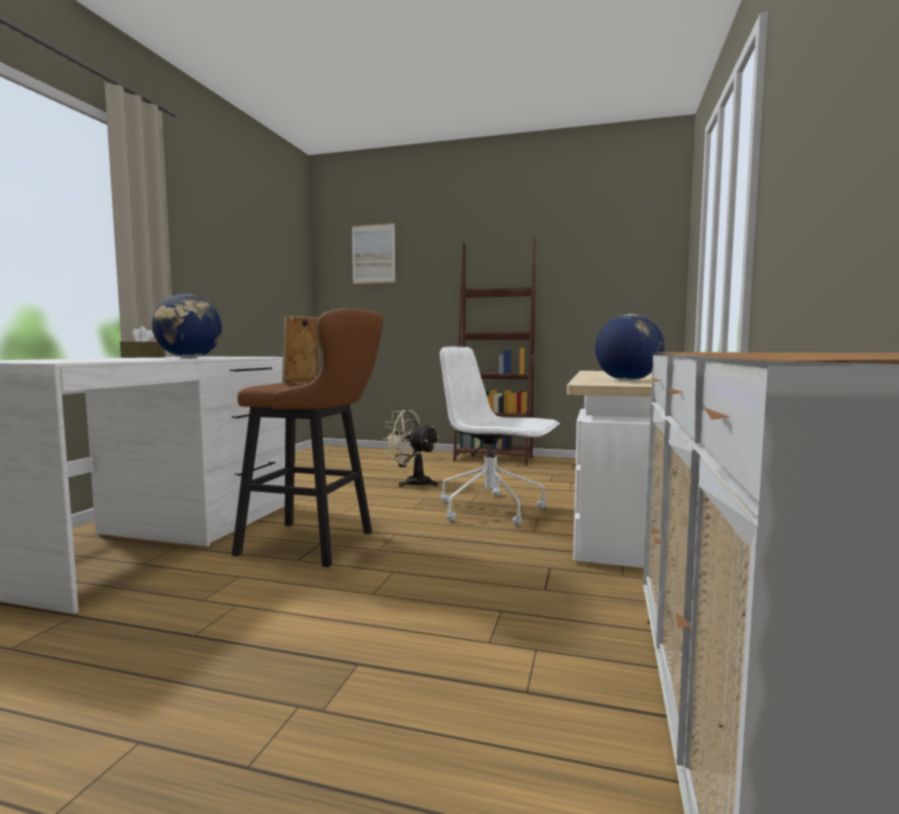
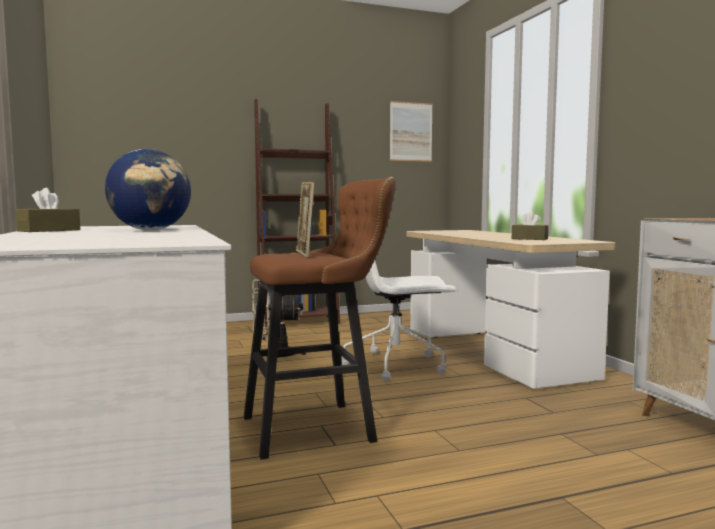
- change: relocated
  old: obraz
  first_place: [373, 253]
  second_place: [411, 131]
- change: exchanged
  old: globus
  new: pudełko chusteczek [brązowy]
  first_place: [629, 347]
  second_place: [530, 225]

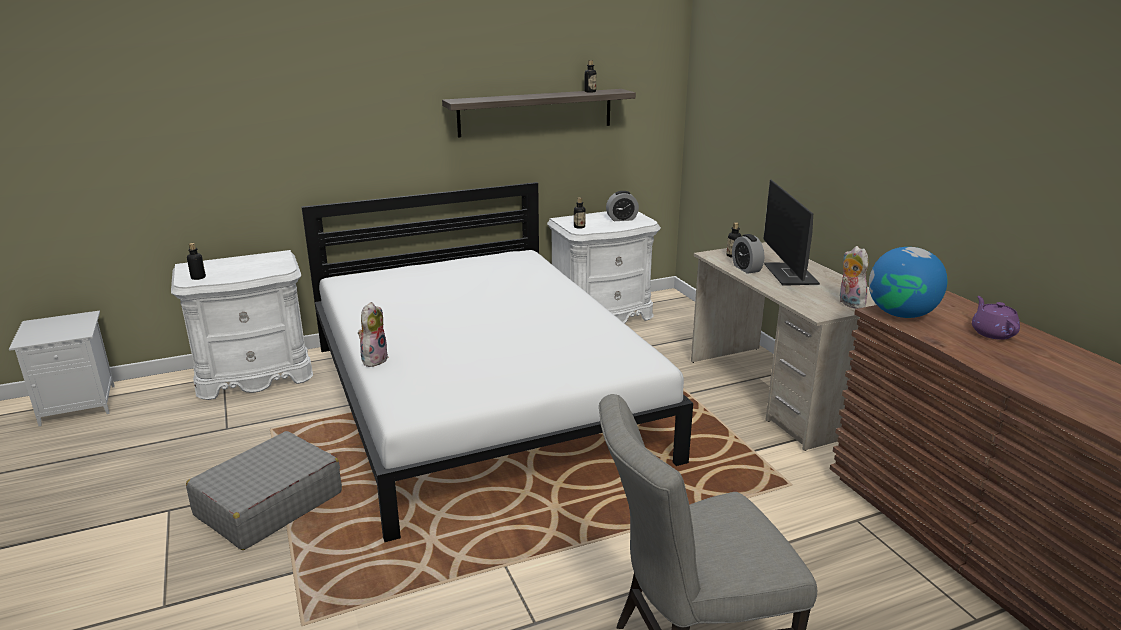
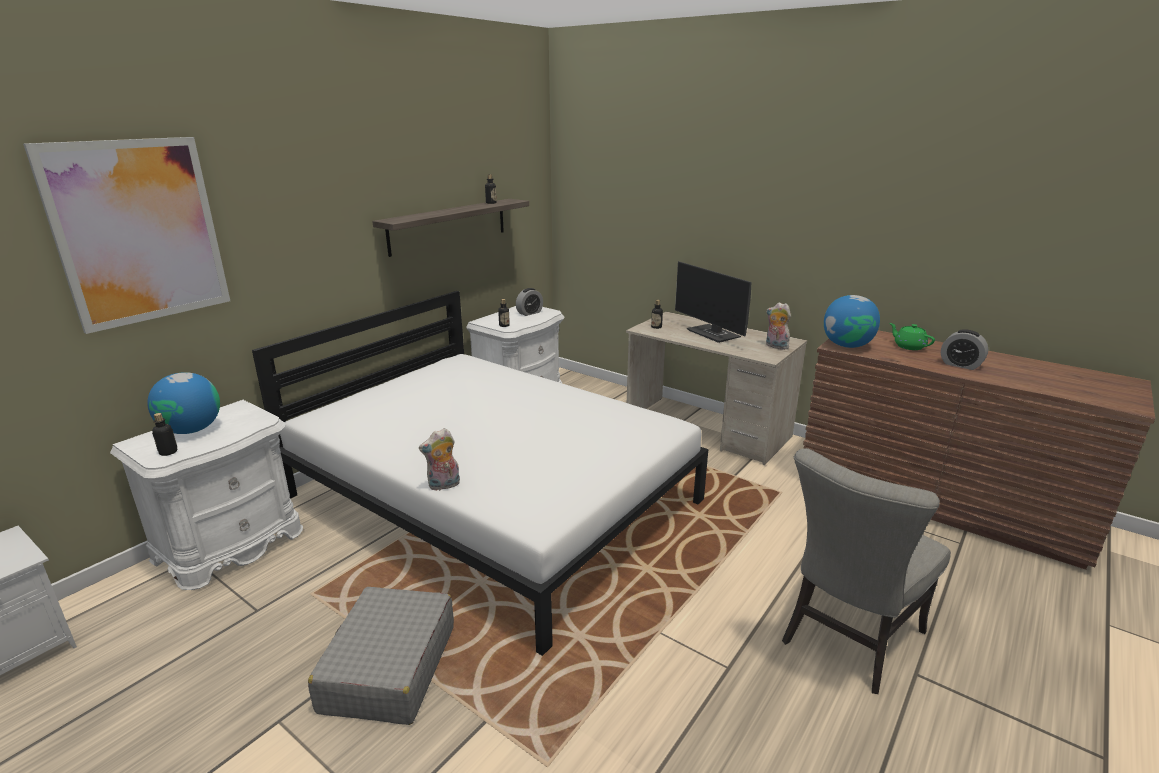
- change: appeared
  new: obraz
  second_place: [126, 235]
- change: appeared
  new: globus
  second_place: [183, 403]
- change: relocated
  old: budzik
  first_place: [748, 254]
  second_place: [964, 349]
- change: colour
  old: imbryk [fioletowy]
  new: imbryk [zielony]
  first_place: [996, 318]
  second_place: [912, 336]
- change: spun
  old: pluszak
  first_place: [373, 334]
  second_place: [439, 459]
  degrees: -105

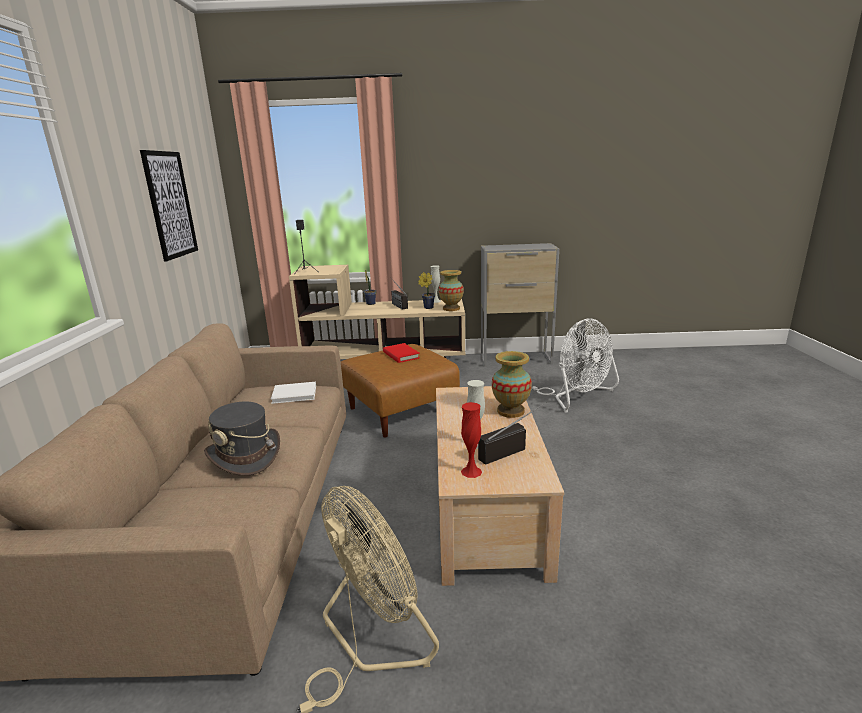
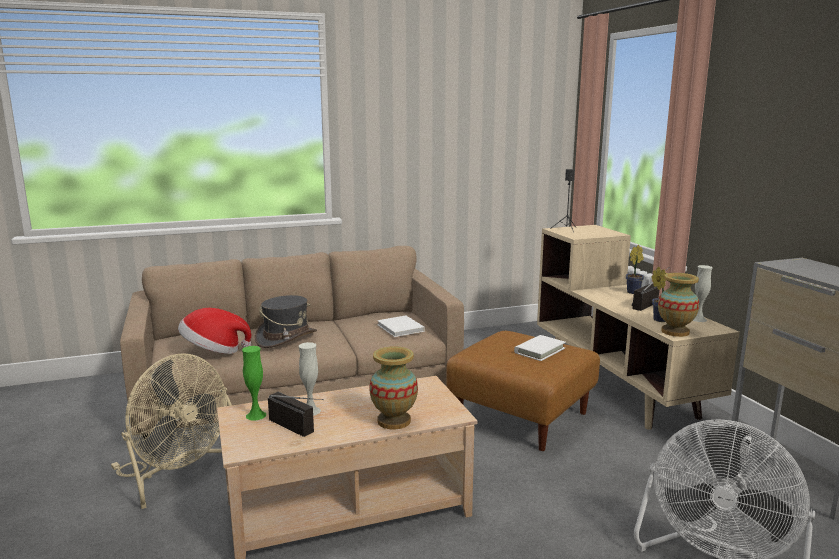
- change: missing
  old: obraz
  first_place: [169, 205]
- change: appeared
  new: kapelusz
  second_place: [214, 331]
- change: colour
  old: książka [czerwony]
  new: książka [biały]
  first_place: [401, 353]
  second_place: [540, 348]
- change: colour
  old: wazon [czerwony]
  new: wazon [zielony]
  first_place: [471, 440]
  second_place: [254, 383]

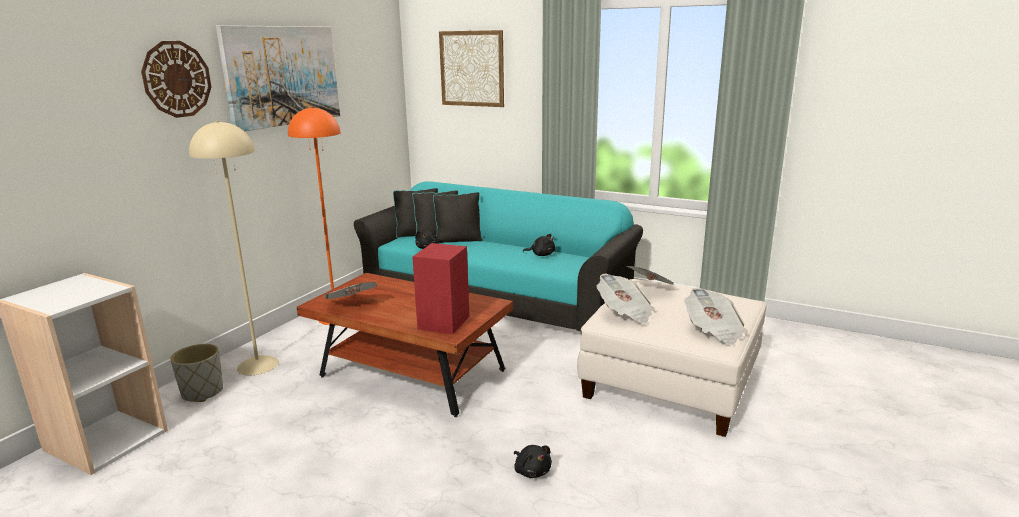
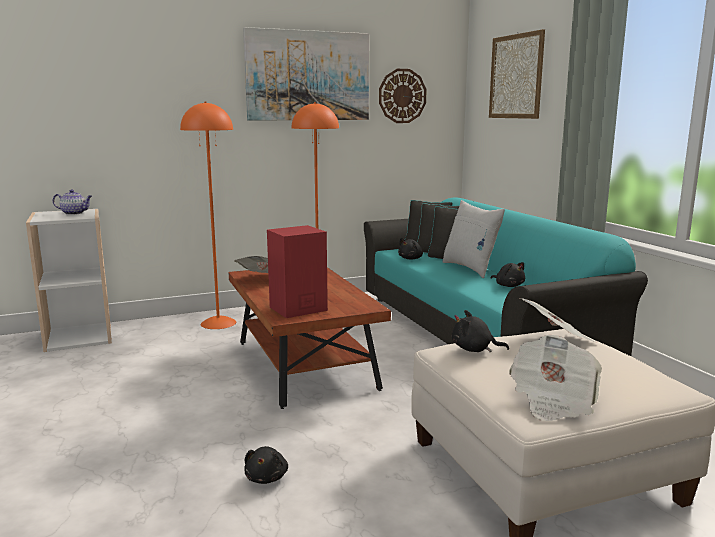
- change: missing
  old: donica [szary]
  first_place: [196, 373]
- change: appeared
  new: imbryk
  second_place: [72, 202]
- change: appeared
  new: poduszka [szary]
  second_place: [473, 239]
- change: relocated
  old: zegar ścienny
  first_place: [176, 79]
  second_place: [403, 96]
- change: exchanged
  old: gazeta
  new: pluszak [czarny]
  first_place: [626, 299]
  second_place: [480, 331]
- change: colour
  old: lampa stojąca [beżowy]
  new: lampa stojąca [pomarańczowy]
  first_place: [234, 247]
  second_place: [208, 215]

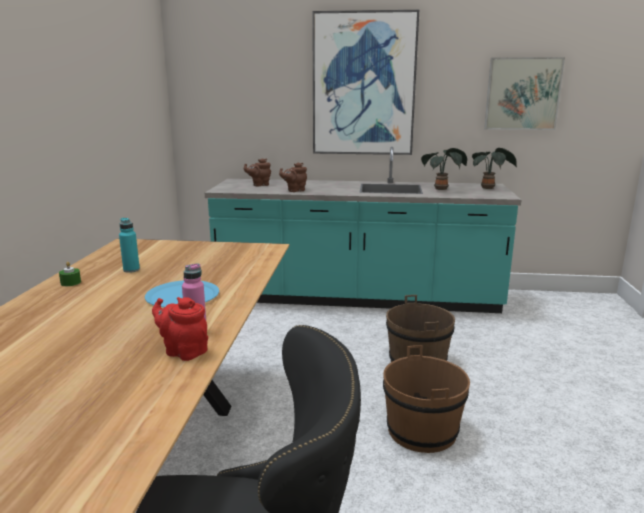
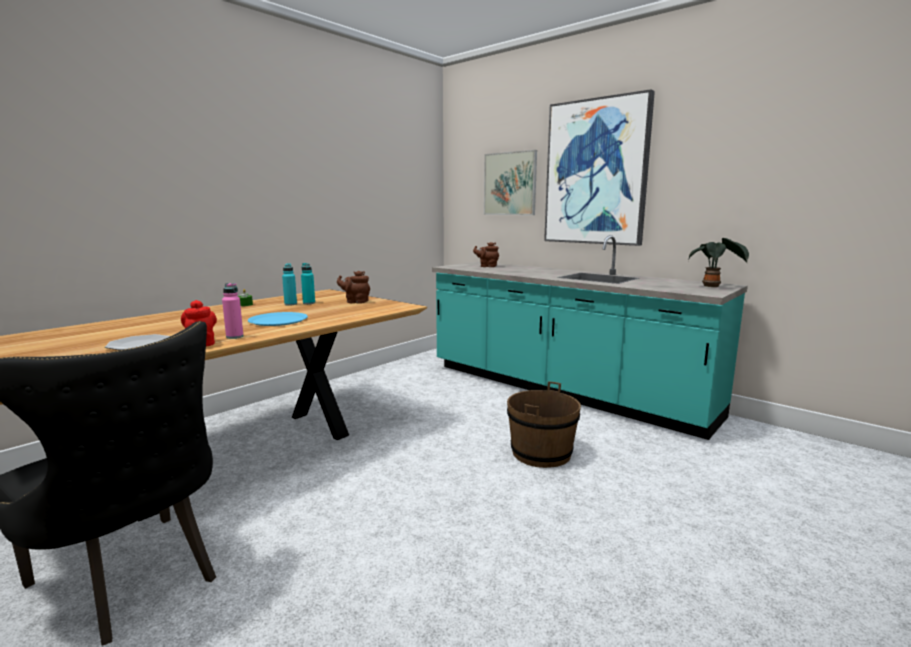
- change: missing
  old: wiadro [brązowy]
  first_place: [426, 399]
- change: missing
  old: roślina doniczkowa
  first_place: [444, 169]
- change: appeared
  new: talerz
  second_place: [137, 342]
- change: appeared
  new: butelka [turkusowy]
  second_place: [308, 283]
- change: relocated
  old: imbryk [brązowy]
  first_place: [293, 177]
  second_place: [353, 287]
- change: relocated
  old: obraz
  first_place: [524, 93]
  second_place: [510, 182]

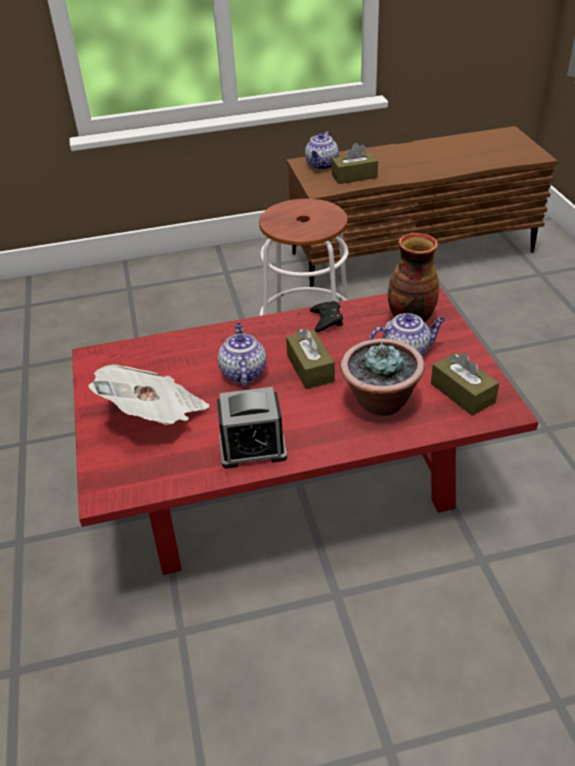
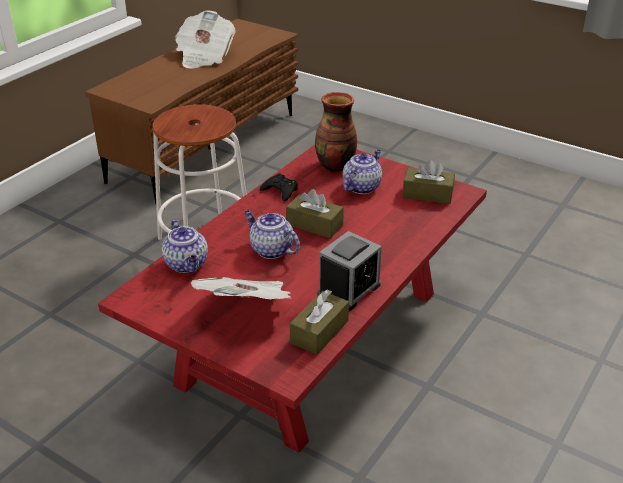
- change: missing
  old: roślina doniczkowa
  first_place: [383, 377]
- change: appeared
  new: gazeta
  second_place: [205, 39]
- change: relocated
  old: imbryk
  first_place: [322, 150]
  second_place: [185, 246]
- change: relocated
  old: pudełko chusteczek [brązowy]
  first_place: [355, 163]
  second_place: [319, 322]

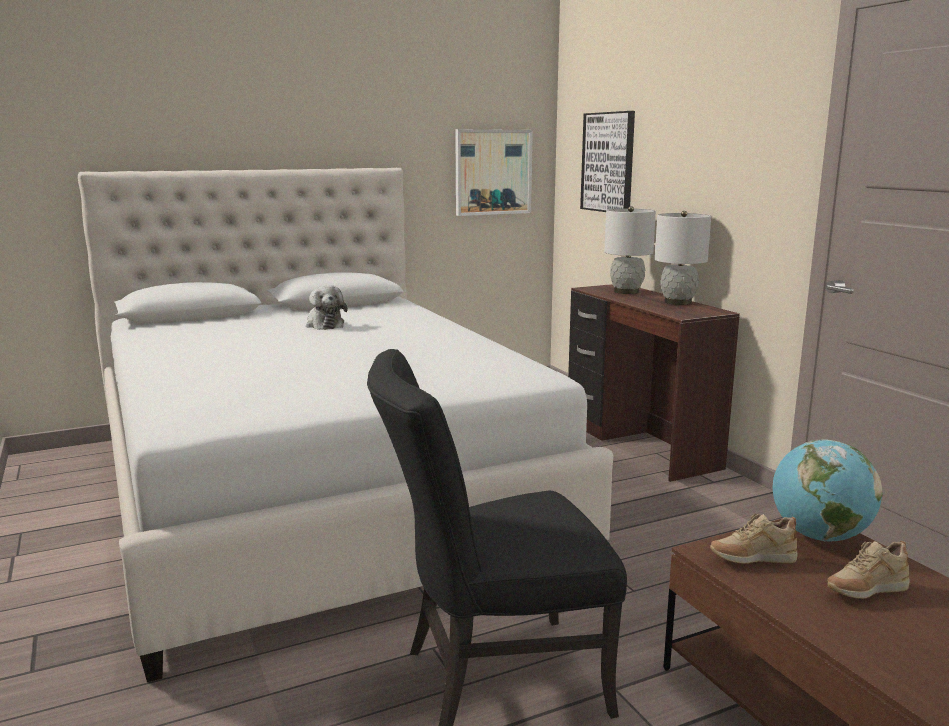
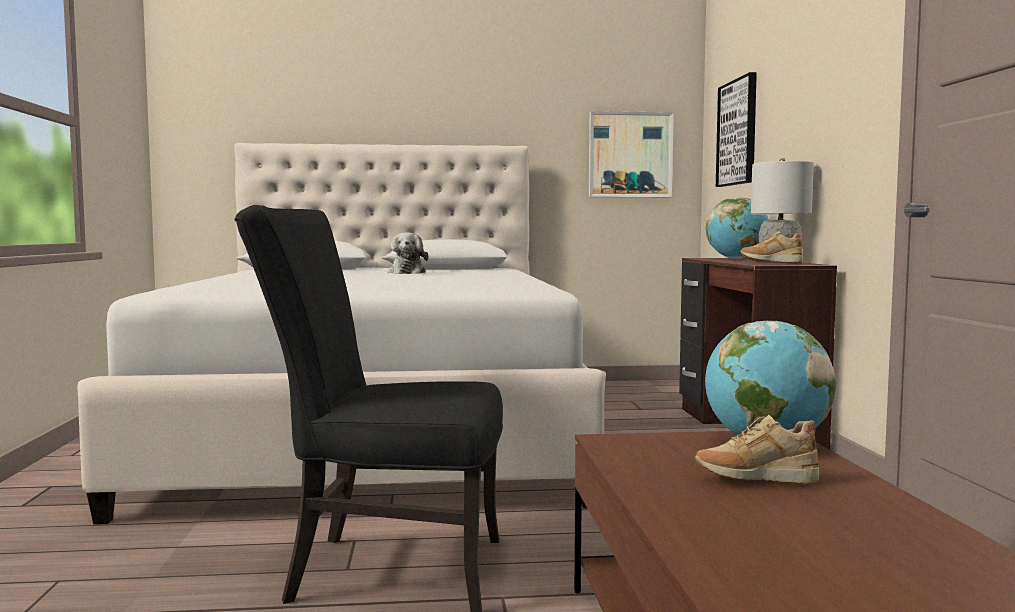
- change: relocated
  old: but [beżowy]
  first_place: [753, 539]
  second_place: [771, 247]
- change: exchanged
  old: lampa stołowa [biały]
  new: globus
  first_place: [630, 250]
  second_place: [737, 228]

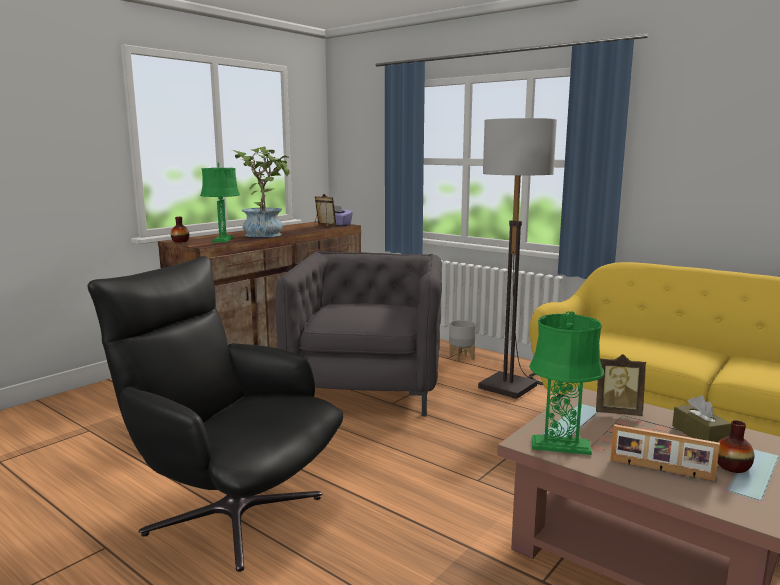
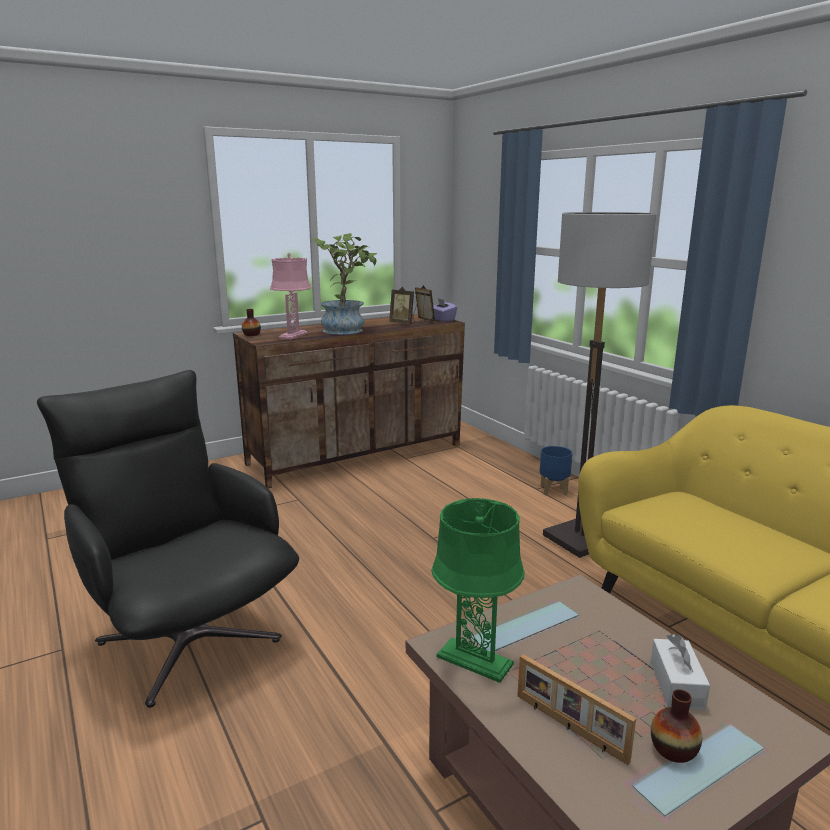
- change: missing
  old: fotel [szary]
  first_place: [358, 333]
- change: relocated
  old: ramka na zdjęcie
  first_place: [621, 385]
  second_place: [402, 305]
- change: colour
  old: lampa stołowa [zielony]
  new: lampa stołowa [różowy]
  first_place: [220, 202]
  second_place: [291, 296]
- change: colour
  old: donica [szary]
  new: donica [niebieski]
  first_place: [462, 341]
  second_place: [556, 471]
- change: colour
  old: pudełko chusteczek [brązowy]
  new: pudełko chusteczek [biały]
  first_place: [701, 418]
  second_place: [680, 672]

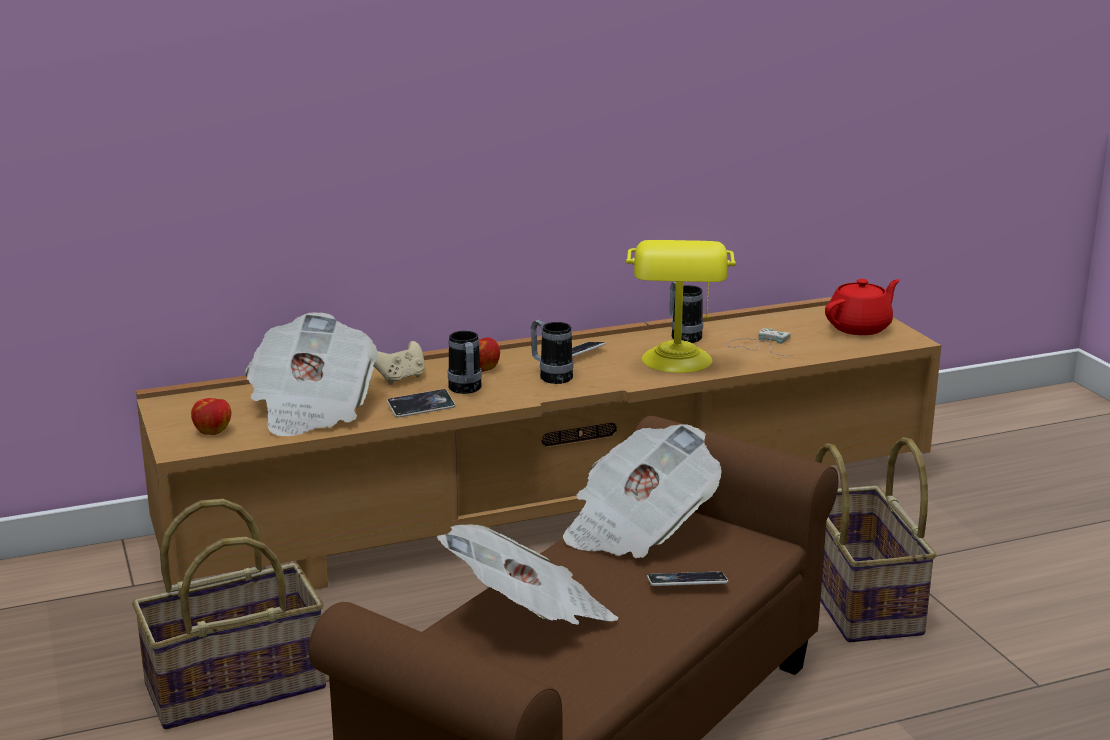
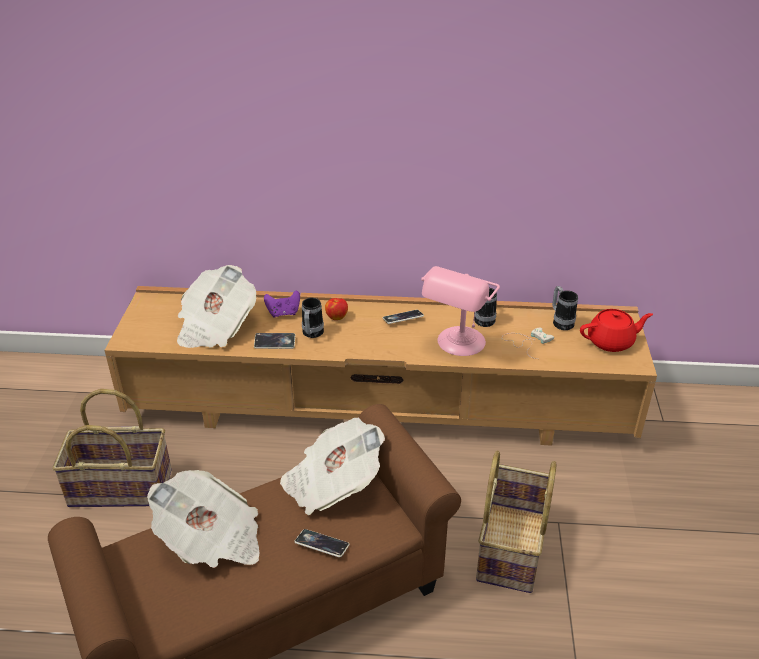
- change: missing
  old: jabłko
  first_place: [211, 416]
- change: relocated
  old: kubek
  first_place: [552, 351]
  second_place: [565, 308]
- change: colour
  old: pad do gier [beżowy]
  new: pad do gier [fioletowy]
  first_place: [399, 363]
  second_place: [282, 304]
- change: colour
  old: lampa stołowa [żółty]
  new: lampa stołowa [różowy]
  first_place: [681, 306]
  second_place: [460, 311]

